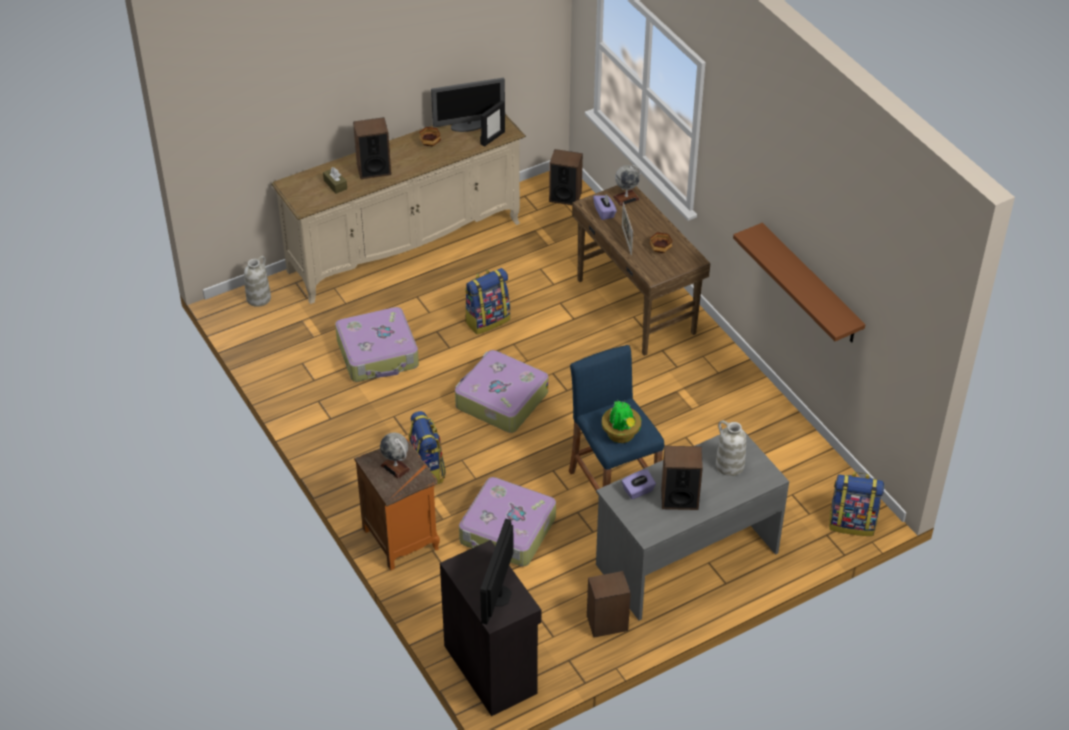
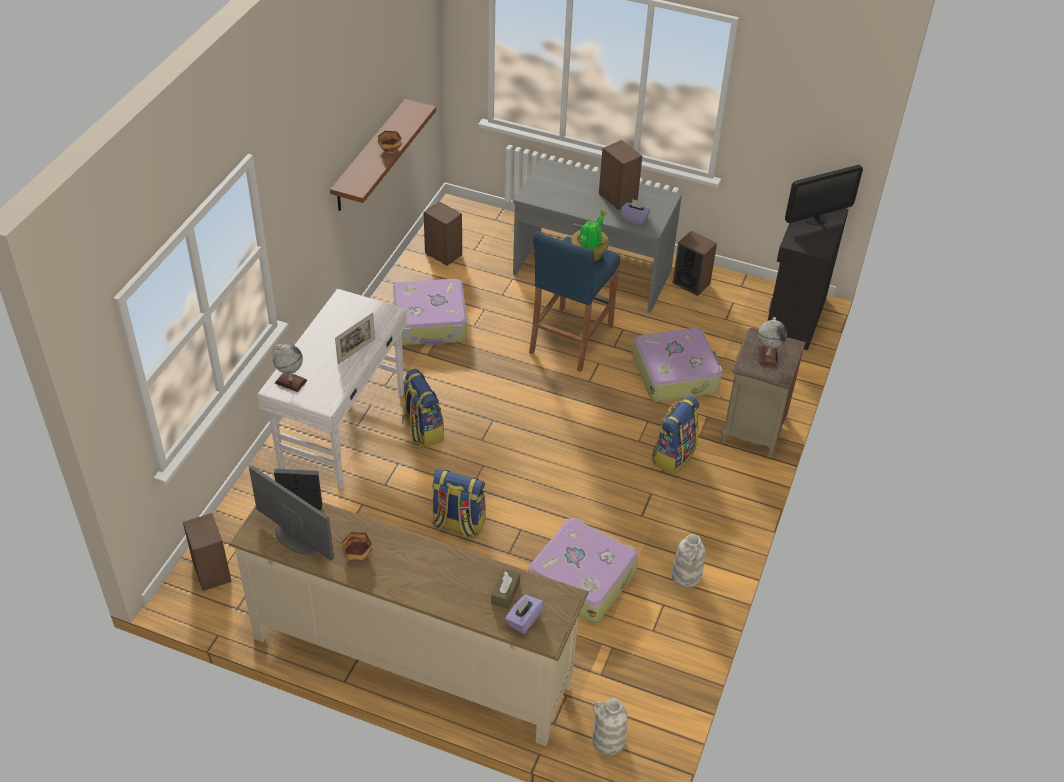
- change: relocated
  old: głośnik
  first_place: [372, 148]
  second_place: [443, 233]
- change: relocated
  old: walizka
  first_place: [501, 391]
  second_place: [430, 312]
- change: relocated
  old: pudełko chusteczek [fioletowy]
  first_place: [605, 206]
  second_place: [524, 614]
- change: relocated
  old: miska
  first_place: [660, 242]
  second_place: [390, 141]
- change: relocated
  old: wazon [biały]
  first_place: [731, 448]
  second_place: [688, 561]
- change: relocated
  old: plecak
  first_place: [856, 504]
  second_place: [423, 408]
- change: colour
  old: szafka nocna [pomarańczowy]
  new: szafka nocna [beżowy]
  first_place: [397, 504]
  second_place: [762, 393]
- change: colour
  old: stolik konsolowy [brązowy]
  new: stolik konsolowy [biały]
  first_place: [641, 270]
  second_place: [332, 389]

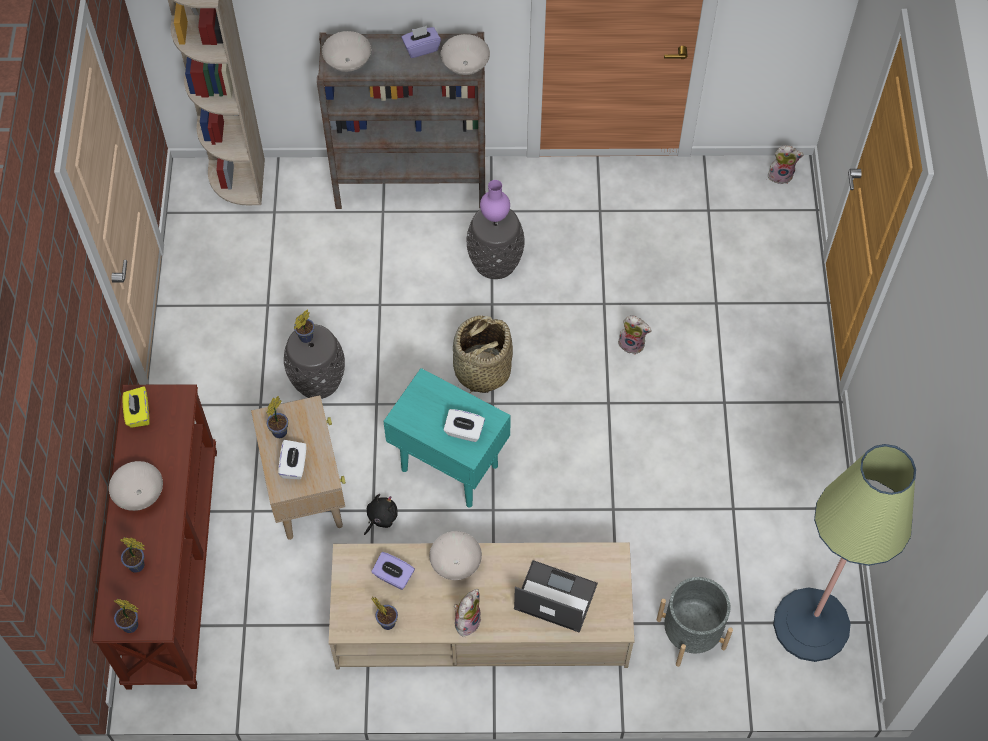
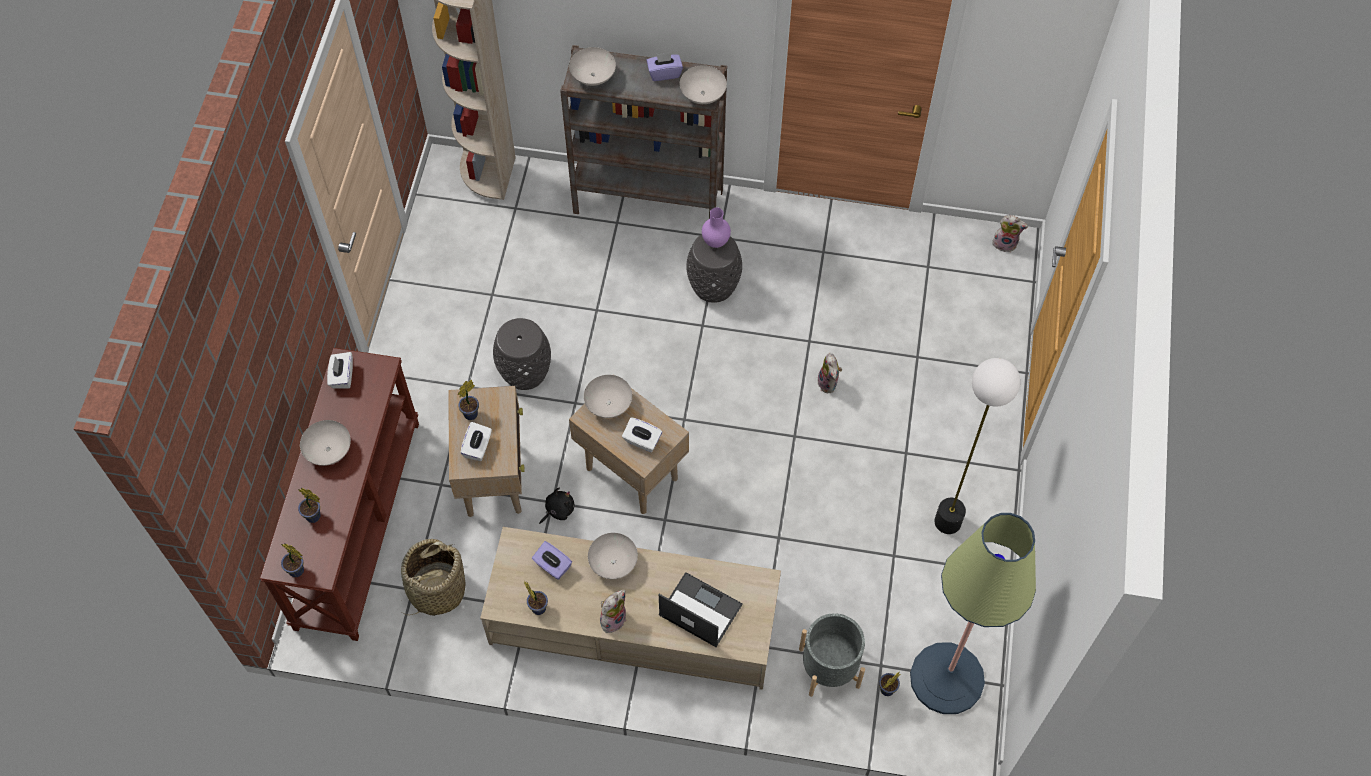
- change: appeared
  new: miska [biały]
  second_place: [608, 396]
- change: appeared
  new: lampa stojąca
  second_place: [978, 446]
- change: relocated
  old: roślina doniczkowa
  first_place: [304, 326]
  second_place: [889, 684]
- change: relocated
  old: koszyk
  first_place: [483, 354]
  second_place: [433, 577]
- change: colour
  old: pudełko chusteczek [żółty]
  new: pudełko chusteczek [biały]
  first_place: [136, 407]
  second_place: [340, 370]
- change: colour
  old: stolik [turkusowy]
  new: stolik [beżowy]
  first_place: [447, 438]
  second_place: [629, 451]
- change: spun
  old: pluszak
  first_place: [635, 335]
  second_place: [830, 373]
  degrees: 45

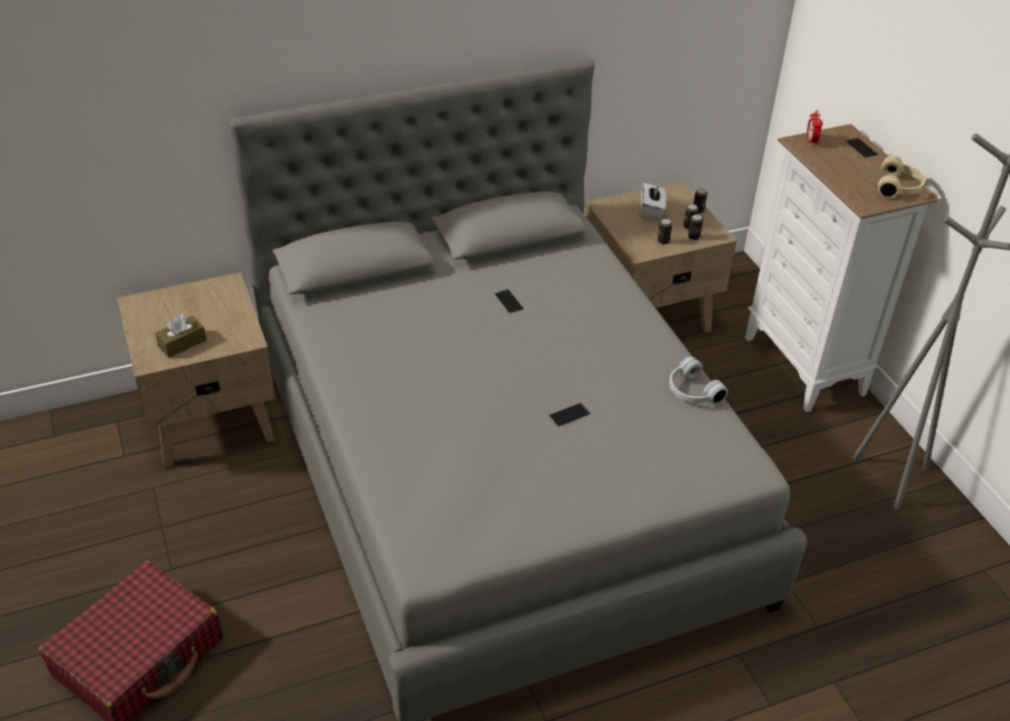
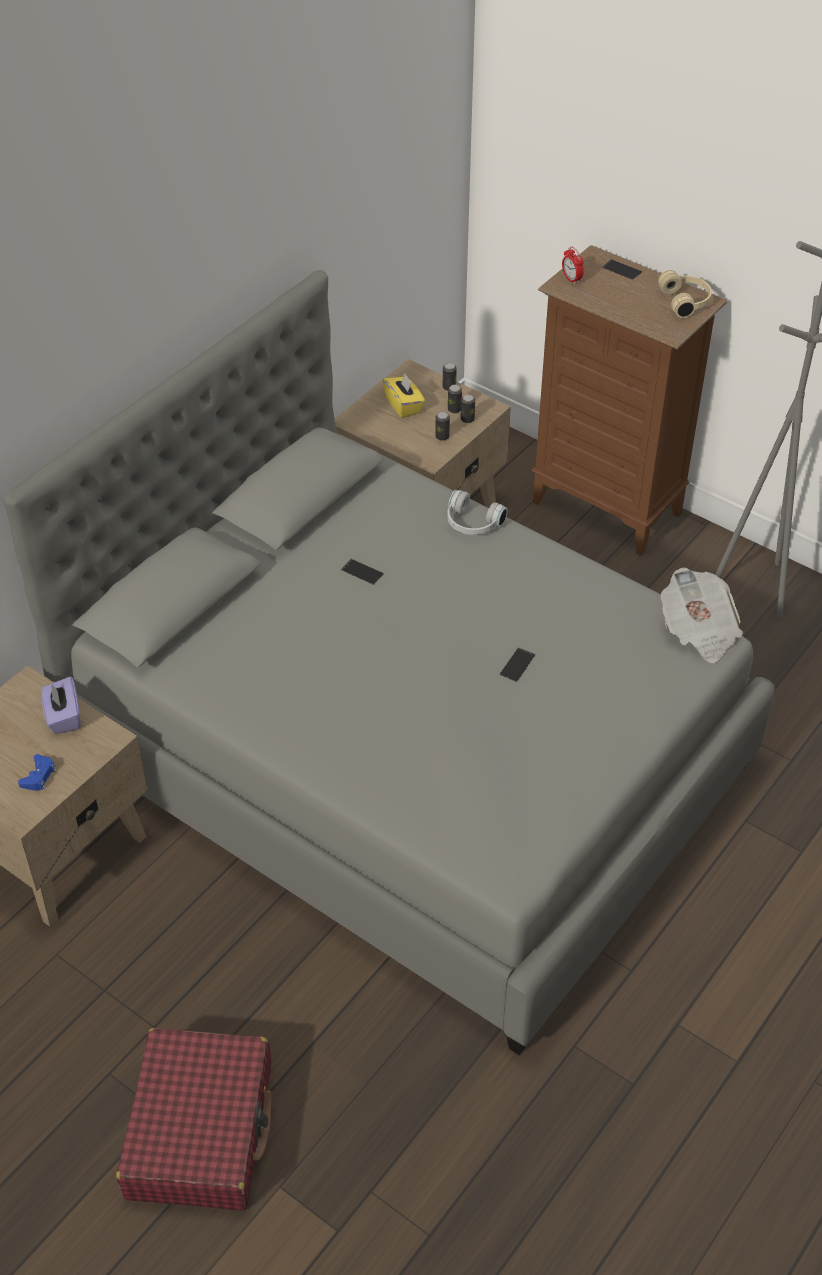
- change: appeared
  new: pudełko chusteczek [fioletowy]
  second_place: [61, 705]
- change: appeared
  new: gazeta
  second_place: [701, 615]
- change: relocated
  old: słuchawki [biały]
  first_place: [698, 380]
  second_place: [477, 512]
- change: exchanged
  old: pudełko chusteczek [brązowy]
  new: pad do gier [niebieski]
  first_place: [180, 336]
  second_place: [37, 772]
- change: colour
  old: pudełko chusteczek [biały]
  new: pudełko chusteczek [żółty]
  first_place: [653, 200]
  second_place: [404, 395]
- change: colour
  old: komoda [biały]
  new: komoda [brązowy]
  first_place: [841, 268]
  second_place: [629, 400]

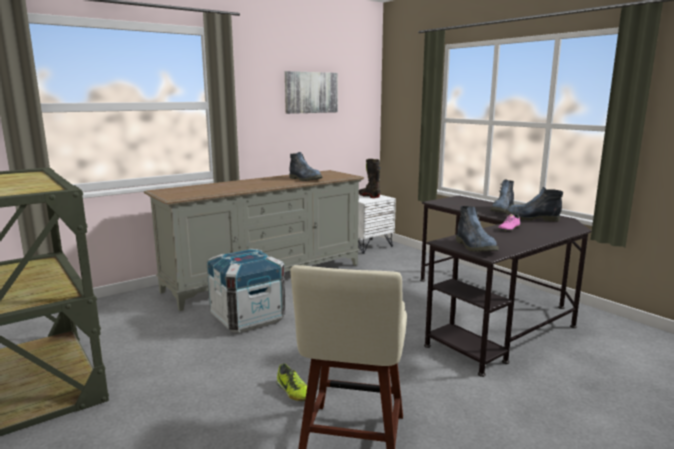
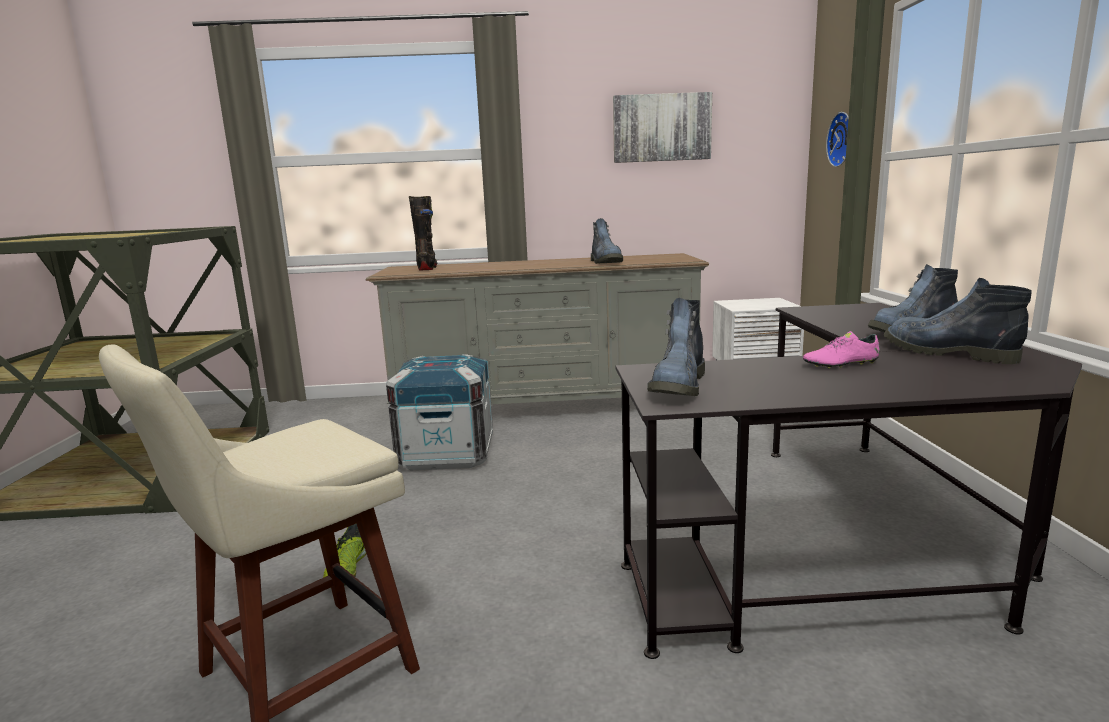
- change: appeared
  new: zegar ścienny
  second_place: [837, 139]
- change: relocated
  old: but z cholewką [czarny]
  first_place: [370, 178]
  second_place: [423, 233]

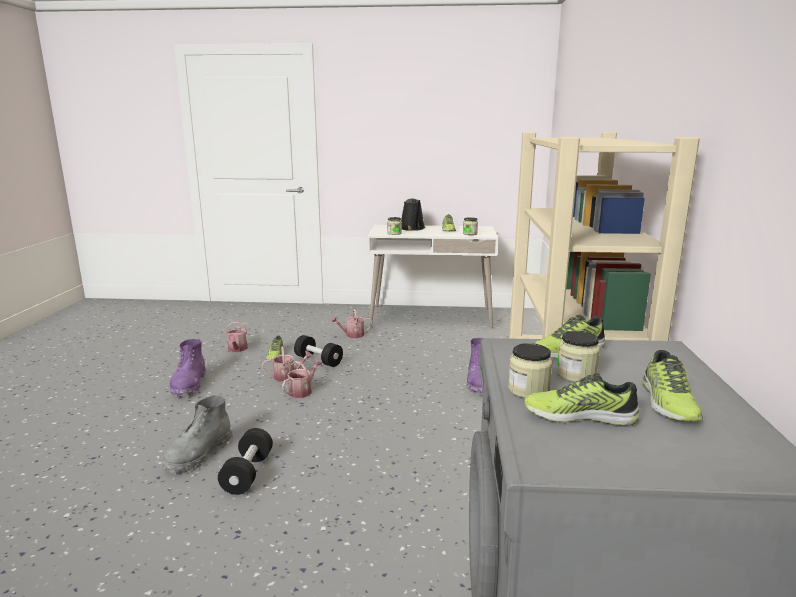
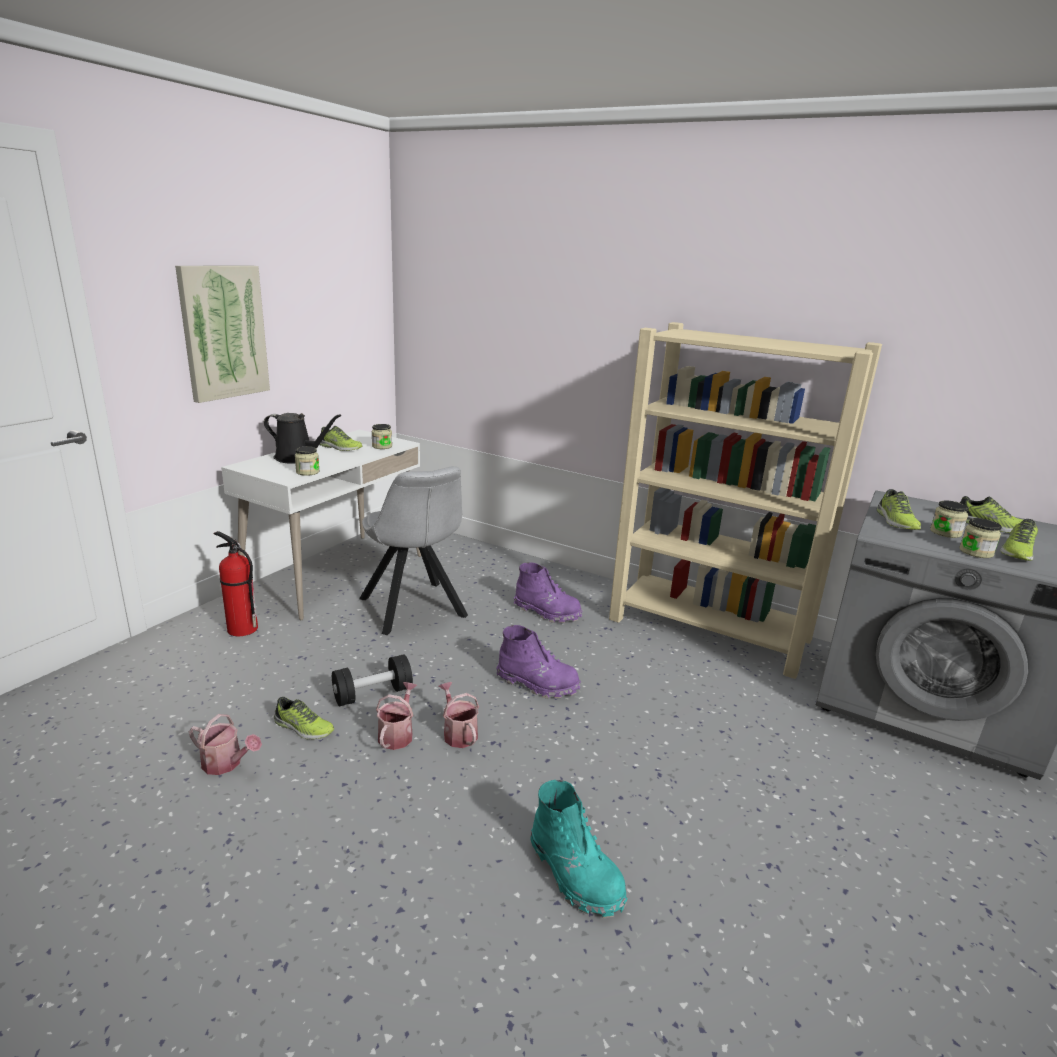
- change: missing
  old: hantel [czarny]
  first_place: [245, 461]
- change: missing
  old: konewka
  first_place: [351, 323]
- change: appeared
  new: obraz
  second_place: [222, 334]
- change: appeared
  new: gaśnica
  second_place: [236, 583]
- change: appeared
  new: krzesło [szary]
  second_place: [413, 550]
- change: relocated
  old: but z cholewką [fioletowy]
  first_place: [188, 368]
  second_place: [539, 662]
- change: colour
  old: but z cholewką [szary]
  new: but z cholewką [turkusowy]
  first_place: [198, 434]
  second_place: [579, 849]

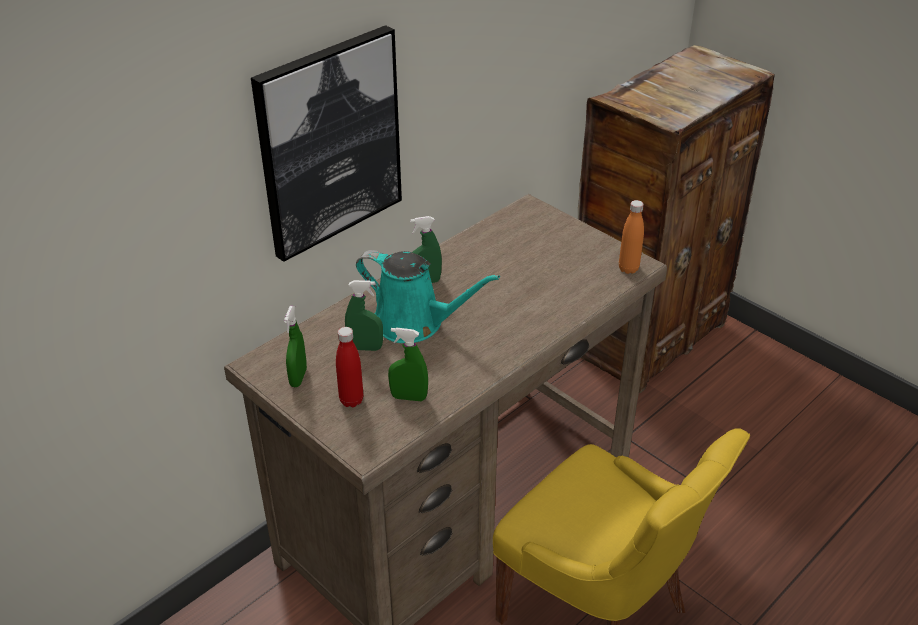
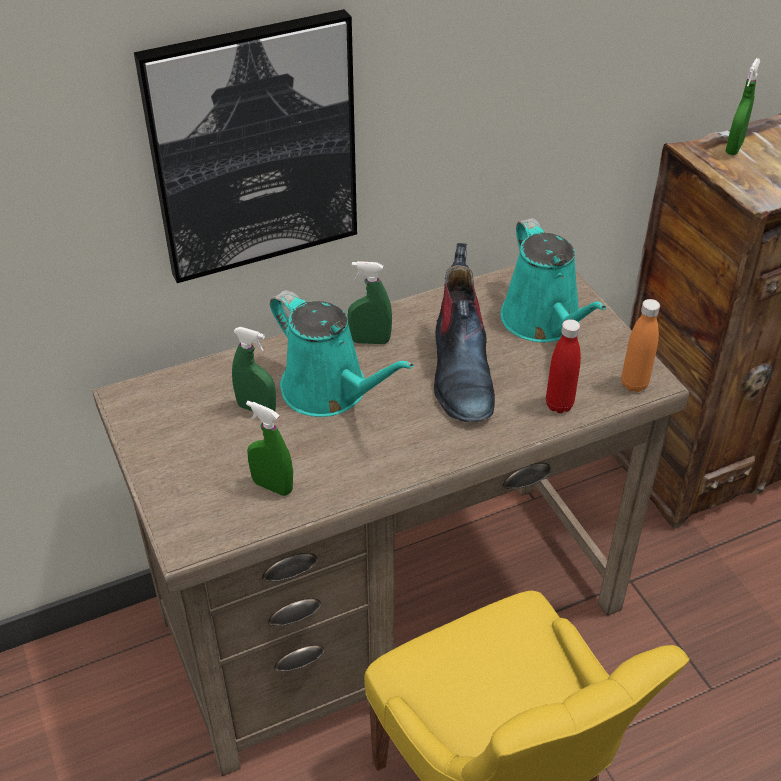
- change: appeared
  new: but z cholewką
  second_place: [464, 332]
- change: appeared
  new: konewka [turkusowy]
  second_place: [553, 280]
- change: relocated
  old: spryskiwacz [zielony]
  first_place: [295, 346]
  second_place: [743, 106]
- change: relocated
  old: butelka [czerwony]
  first_place: [349, 367]
  second_place: [563, 366]

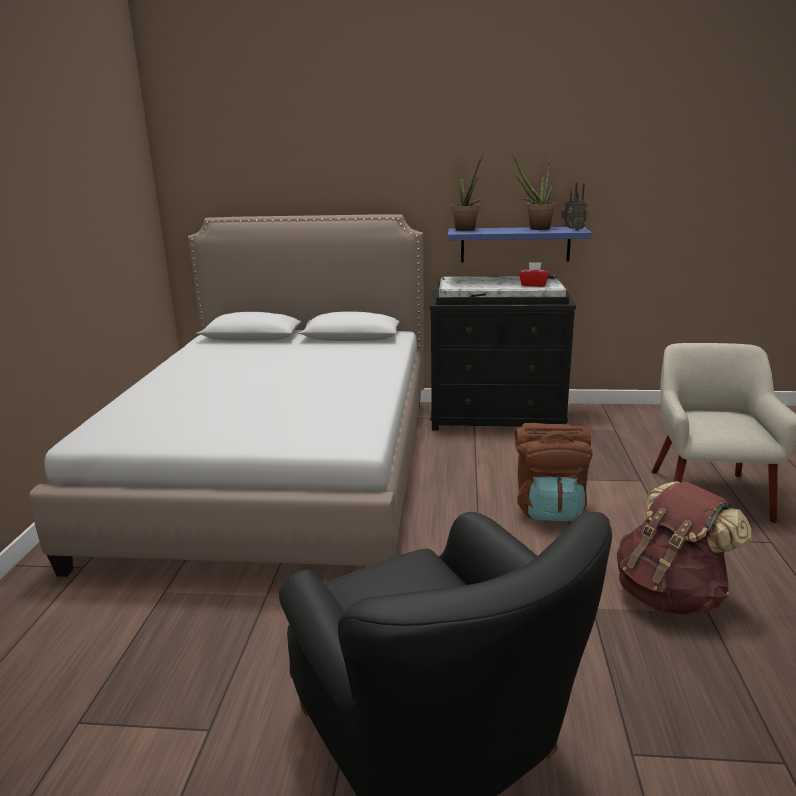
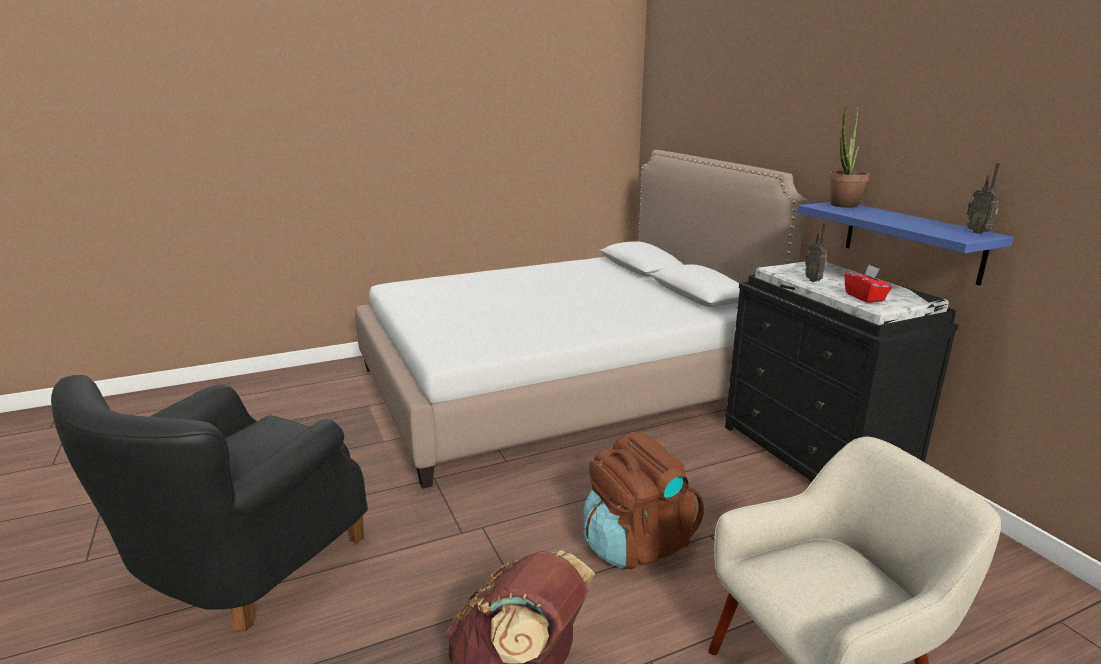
- change: missing
  old: roślina doniczkowa
  first_place: [534, 192]
- change: relocated
  old: radio
  first_place: [577, 206]
  second_place: [816, 252]

